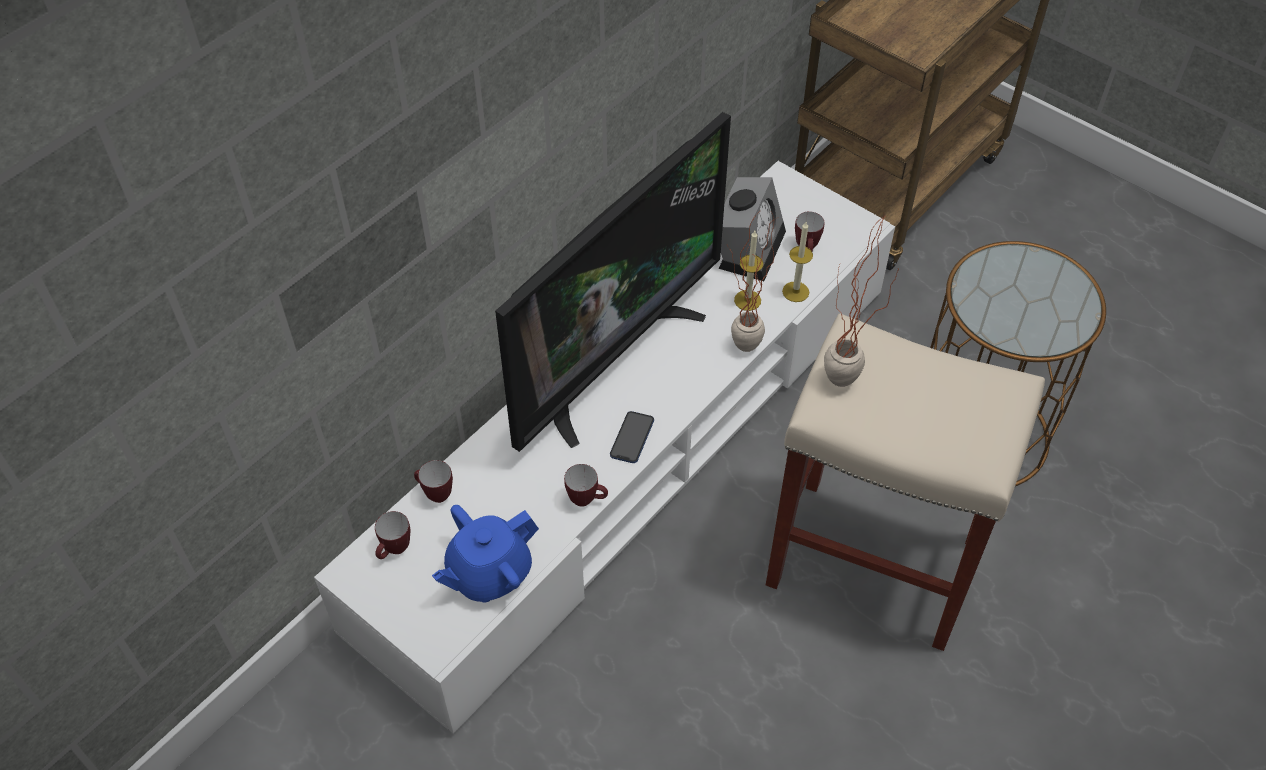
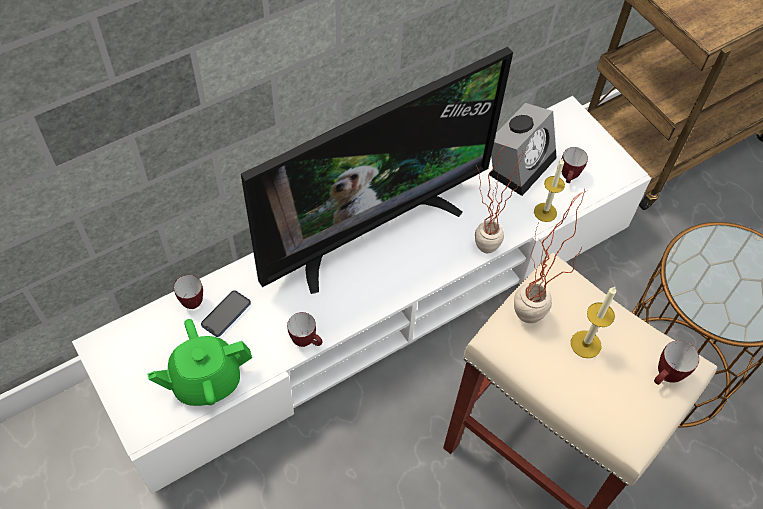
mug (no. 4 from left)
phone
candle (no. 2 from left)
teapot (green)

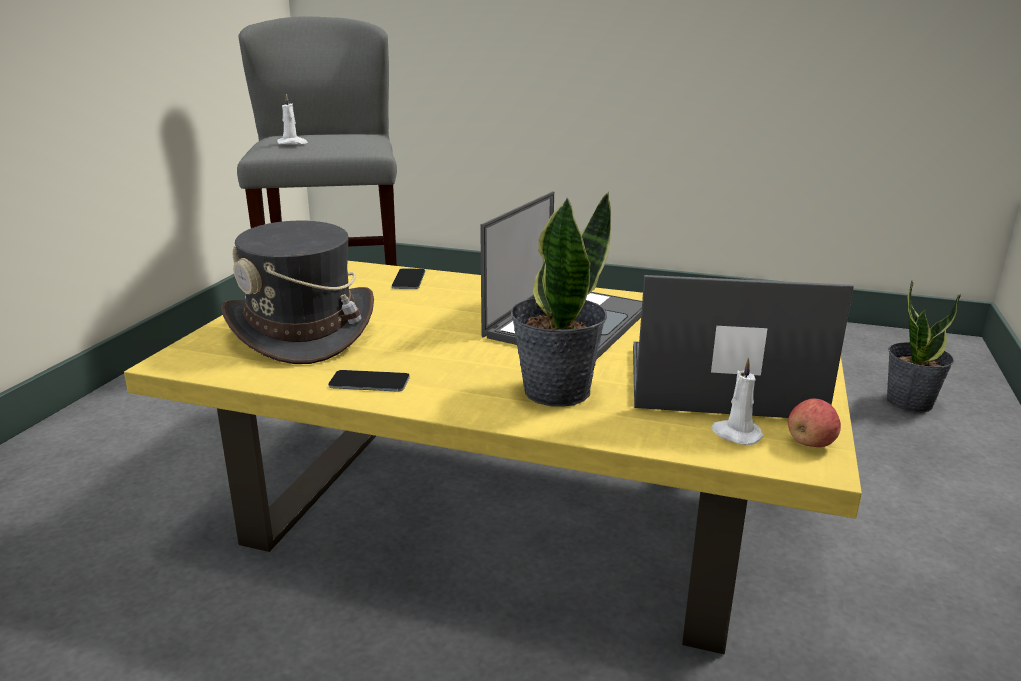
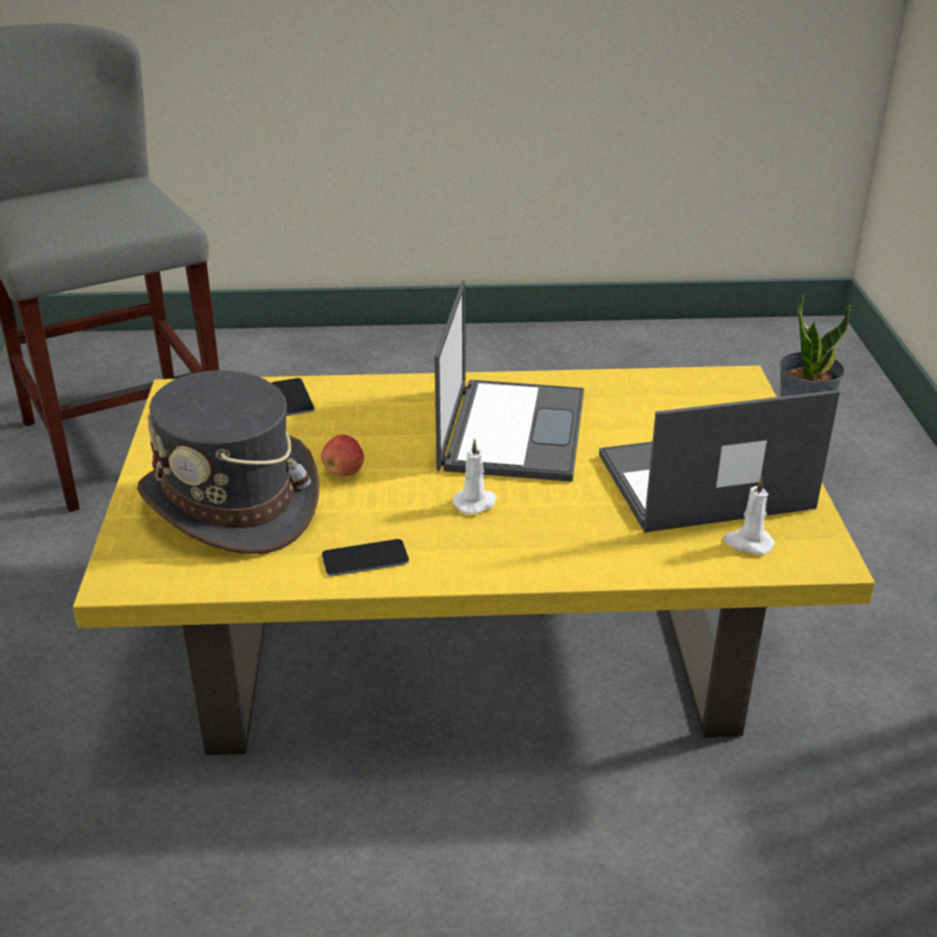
potted plant (no. 1 from left in the first image)
candle (white) (no. 1 from left)
apple

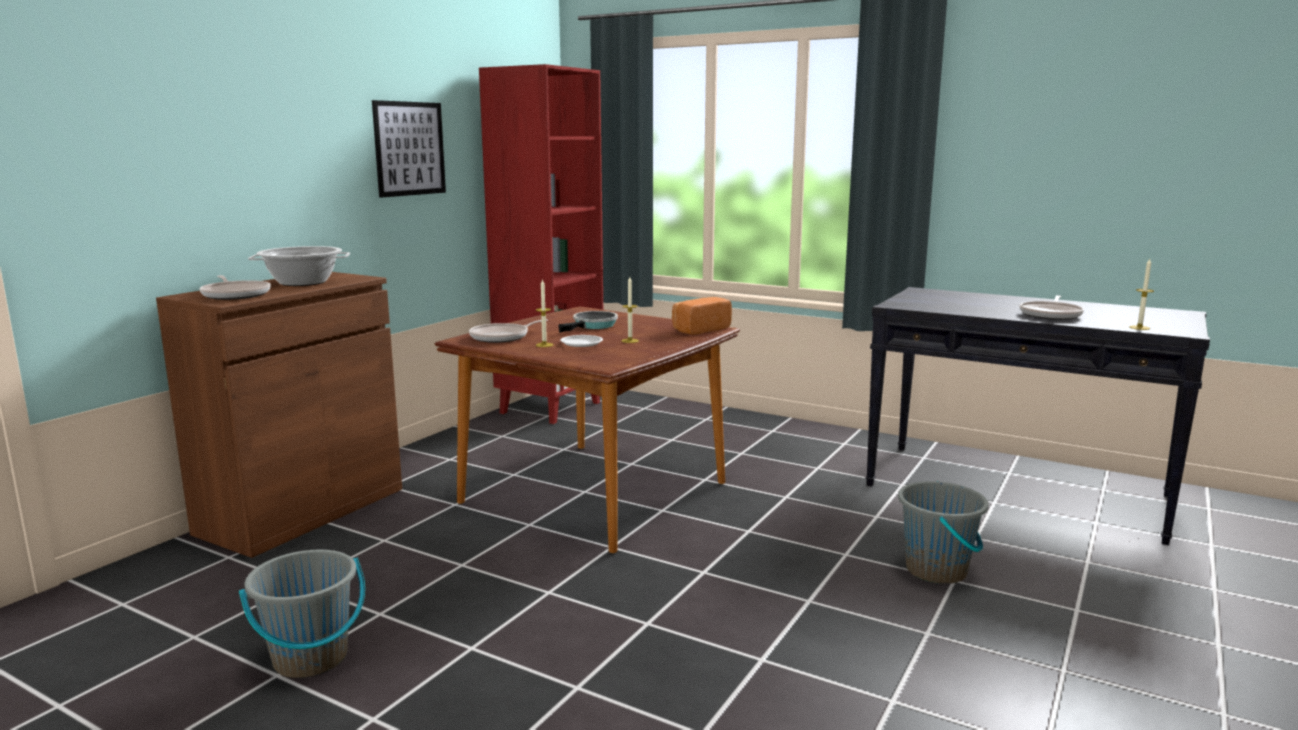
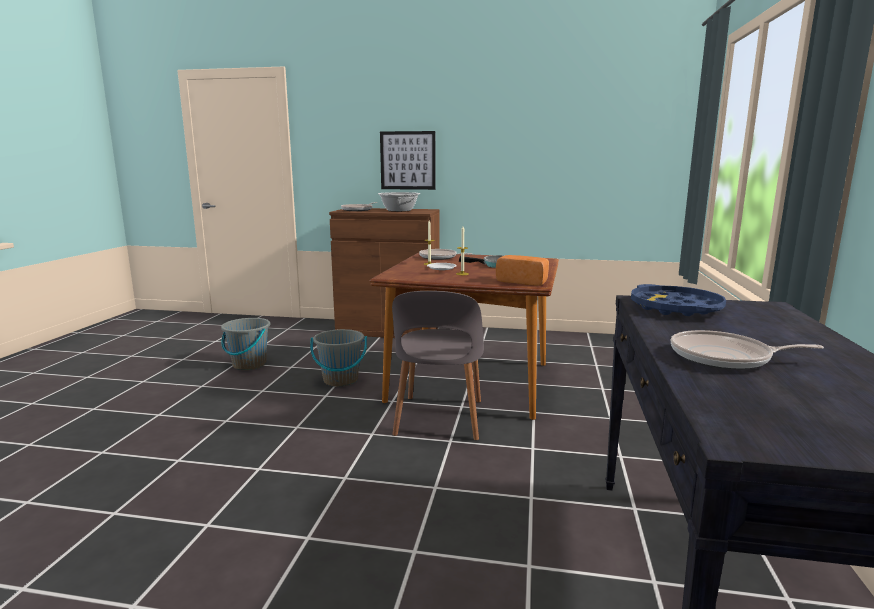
bookcase (red)
candle (no. 3 from left in the first image)
chair (grey)
tray (blue)
picture
bucket (grey) (no. 2 from left)

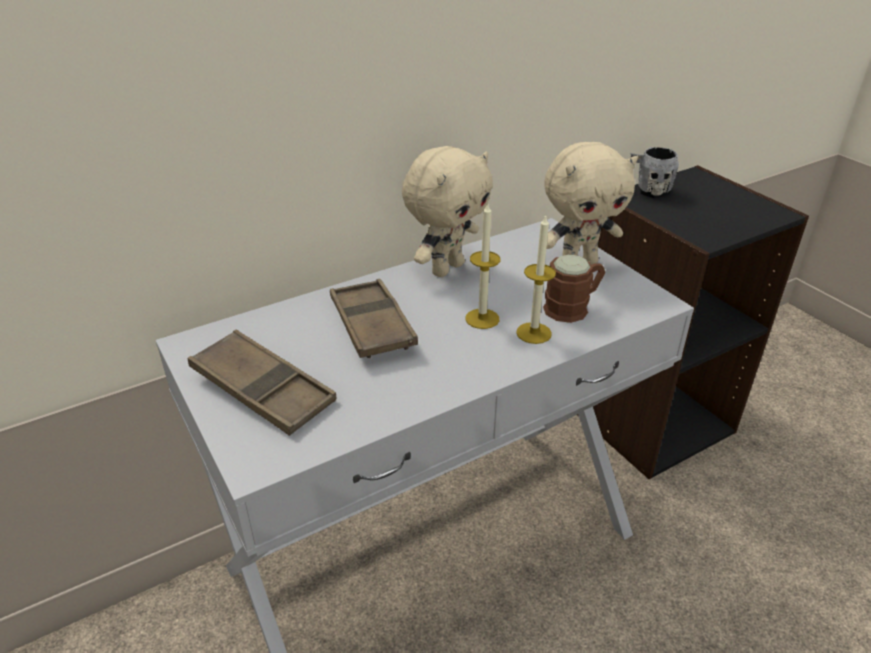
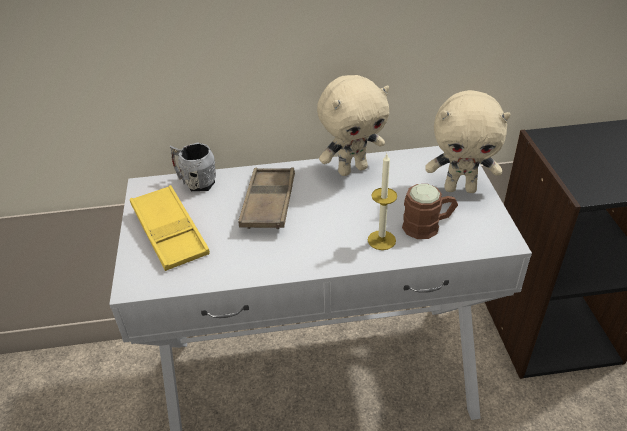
candle (no. 1 from left in the first image)
mug (grey)
tray (yellow)

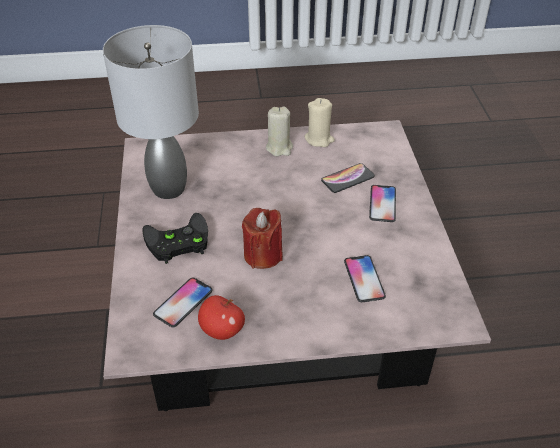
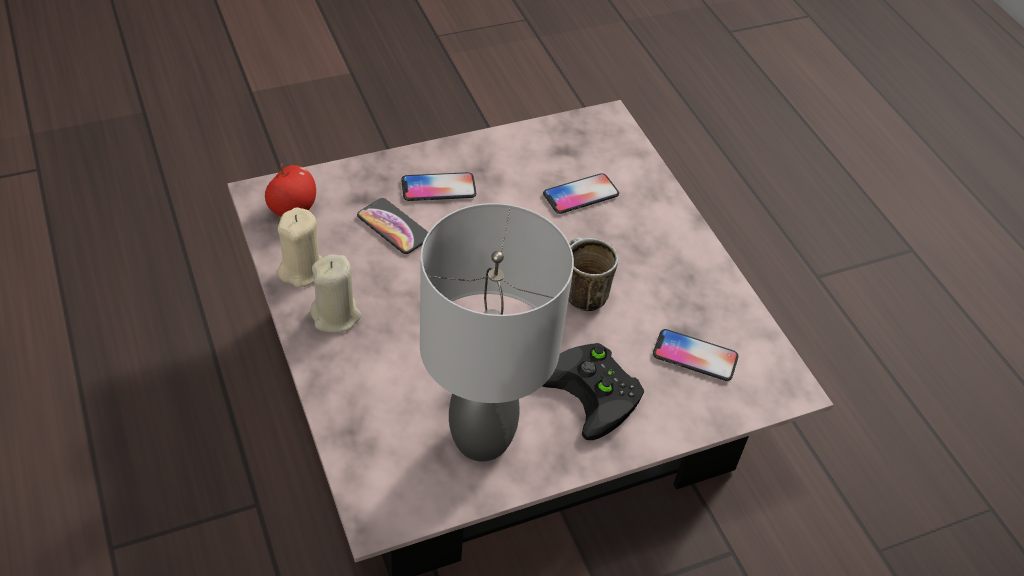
apple
mug

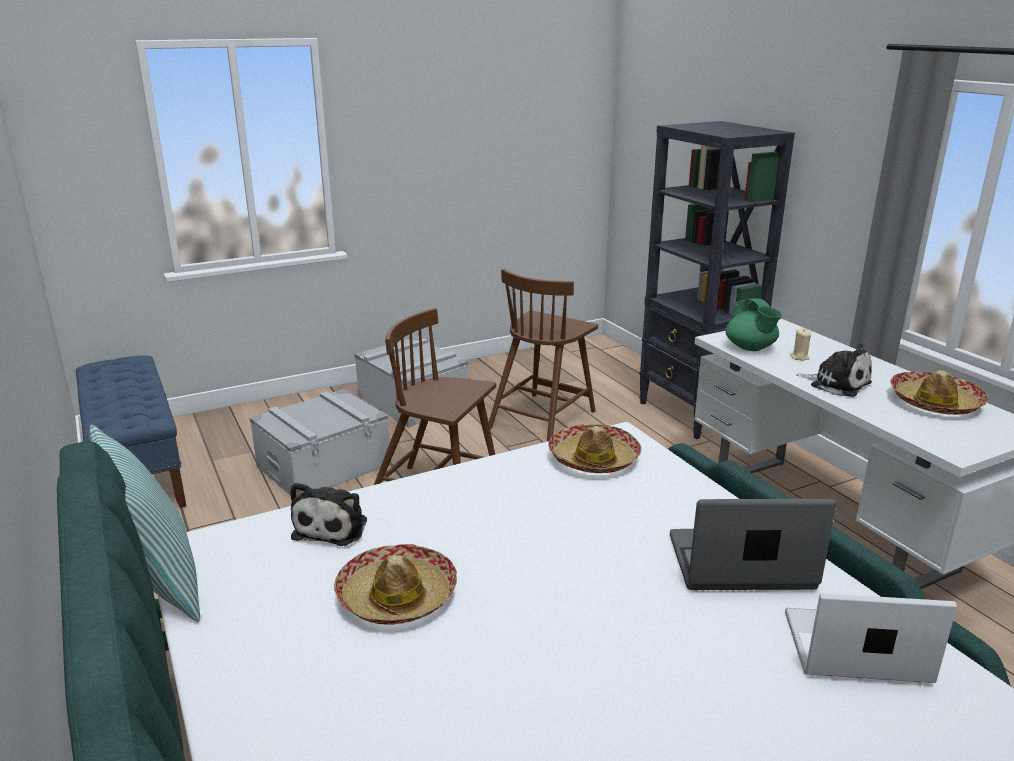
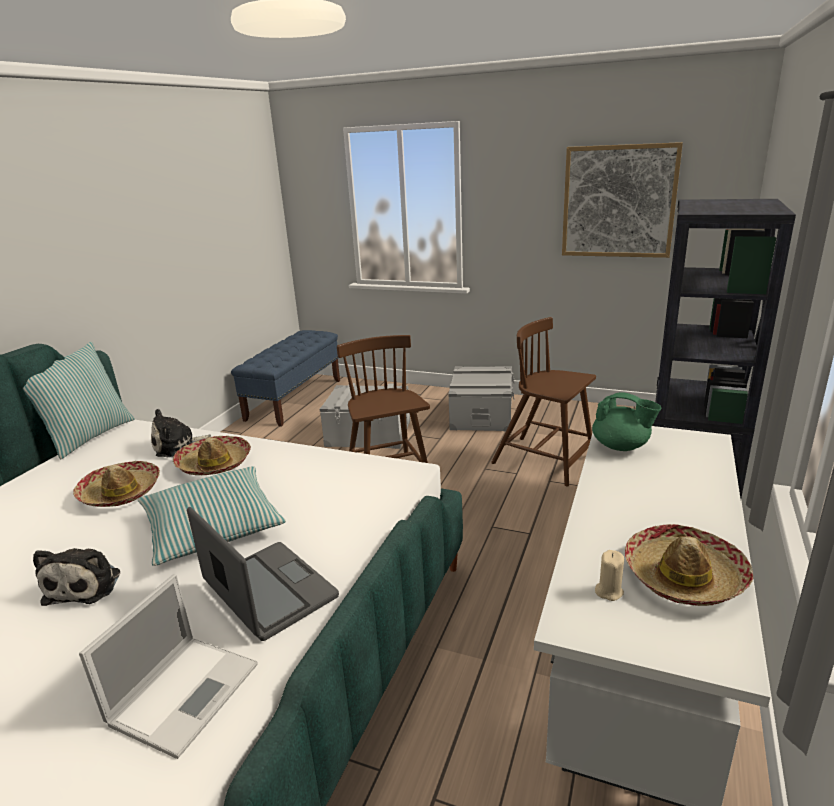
pillow (no. 2 from left)
picture
hat (no. 2 from left)
candle (beige)
plush toy (no. 1 from left)
chair (brown) (no. 2 from left)
teapot (green)
laptop (no. 1 from left)

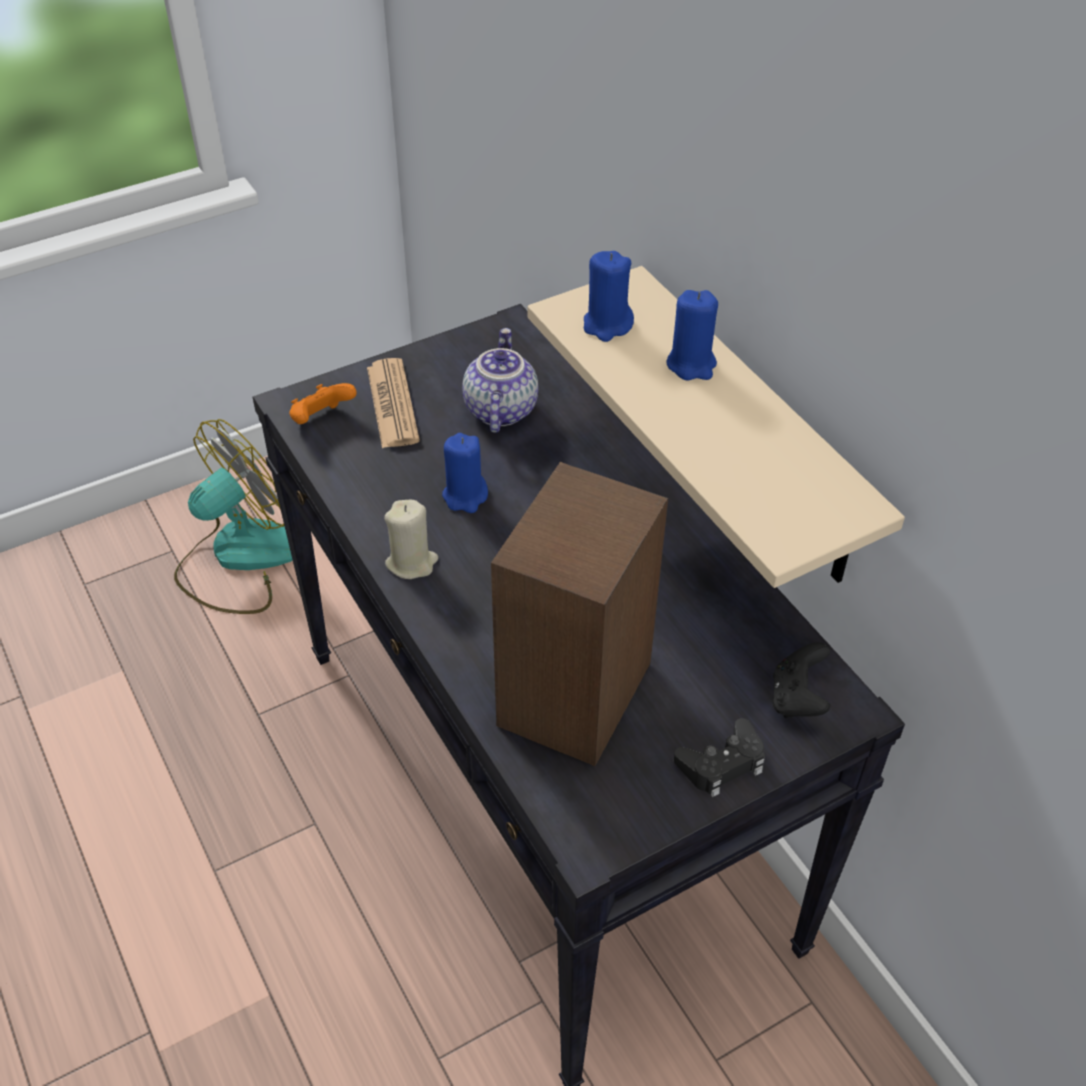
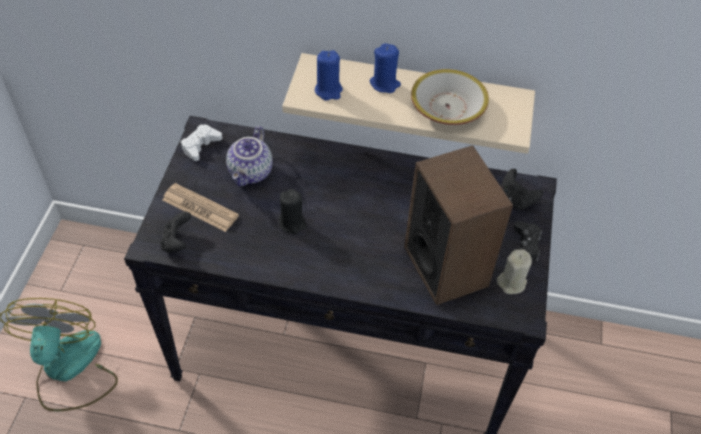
game controller (white)
bowl
candle (beige)
game controller (black) (no. 1 from left)
candle (black)
teapot

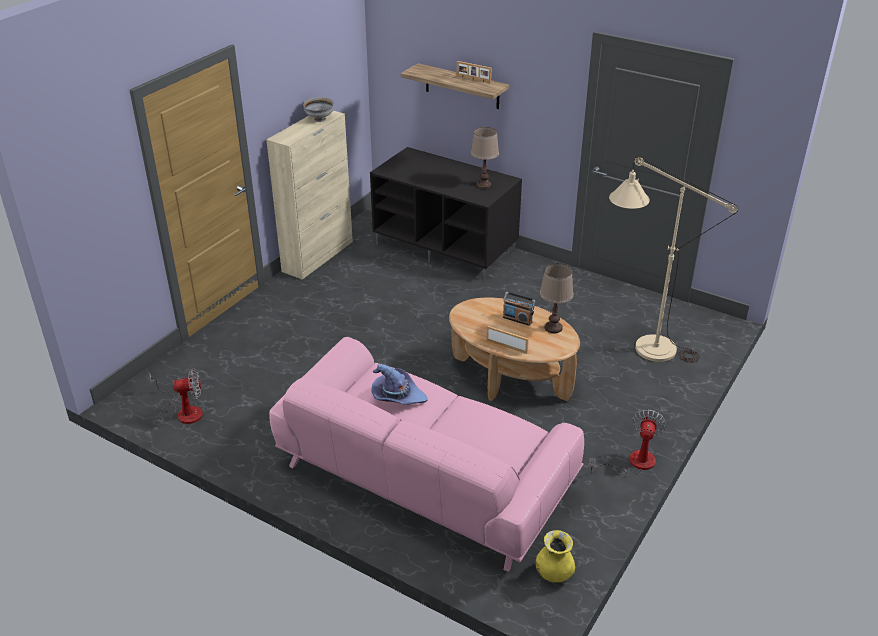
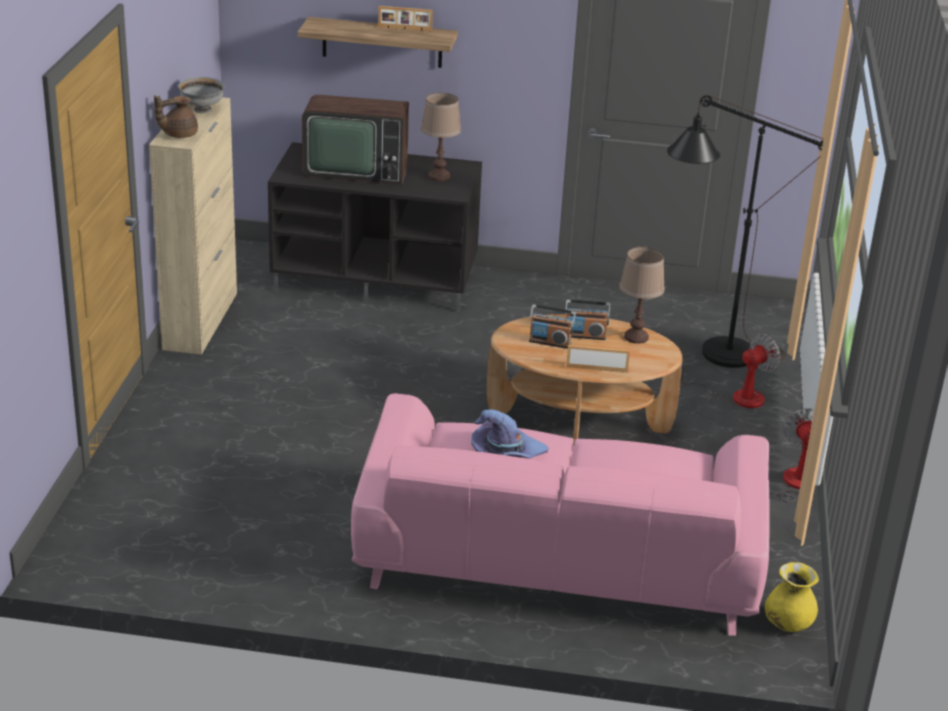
teapot (brown)
television
radio (no. 1 from left)
fan (no. 1 from left)
floor lamp (black)

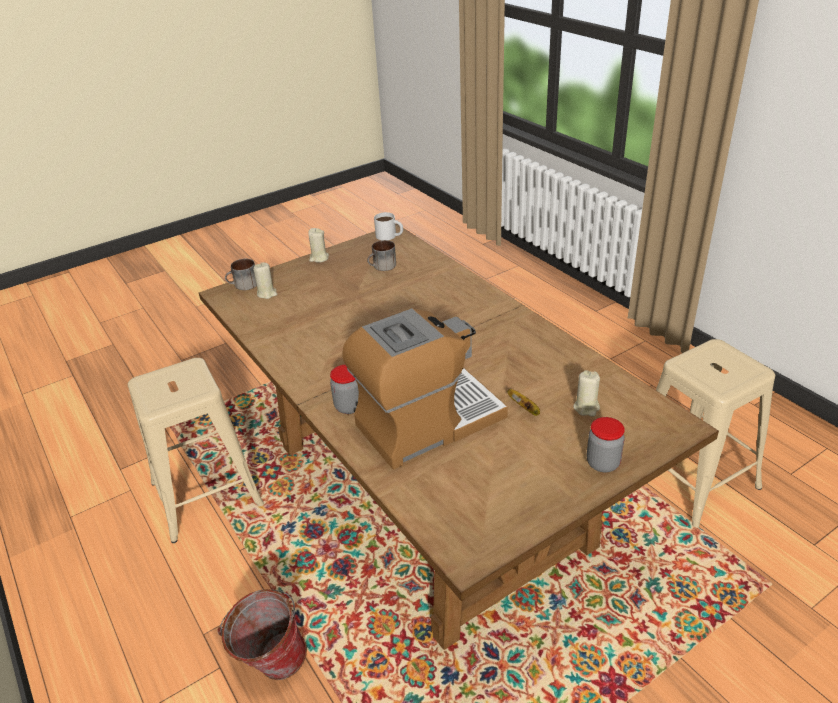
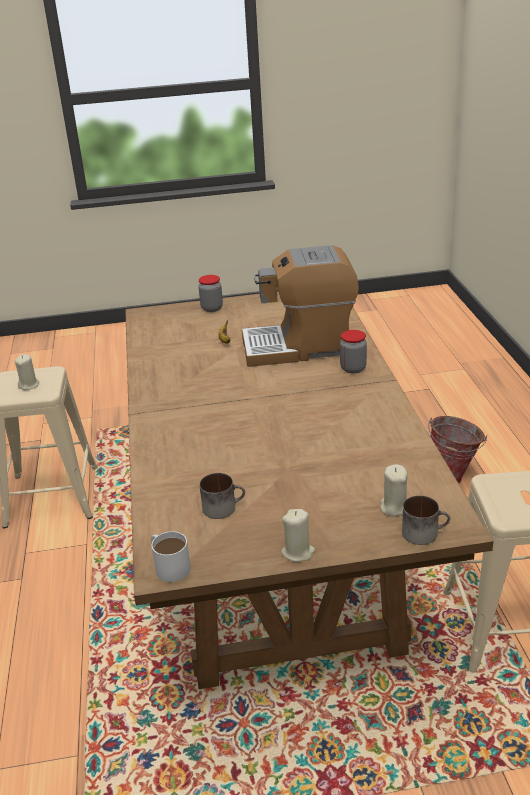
candle (beige) (no. 1 from left)

